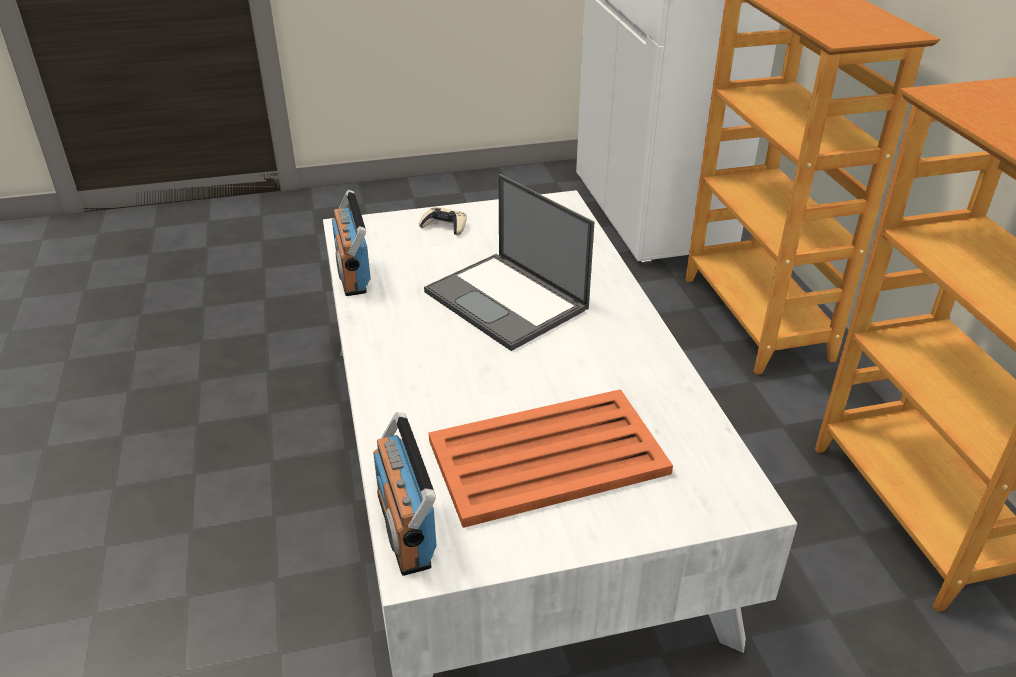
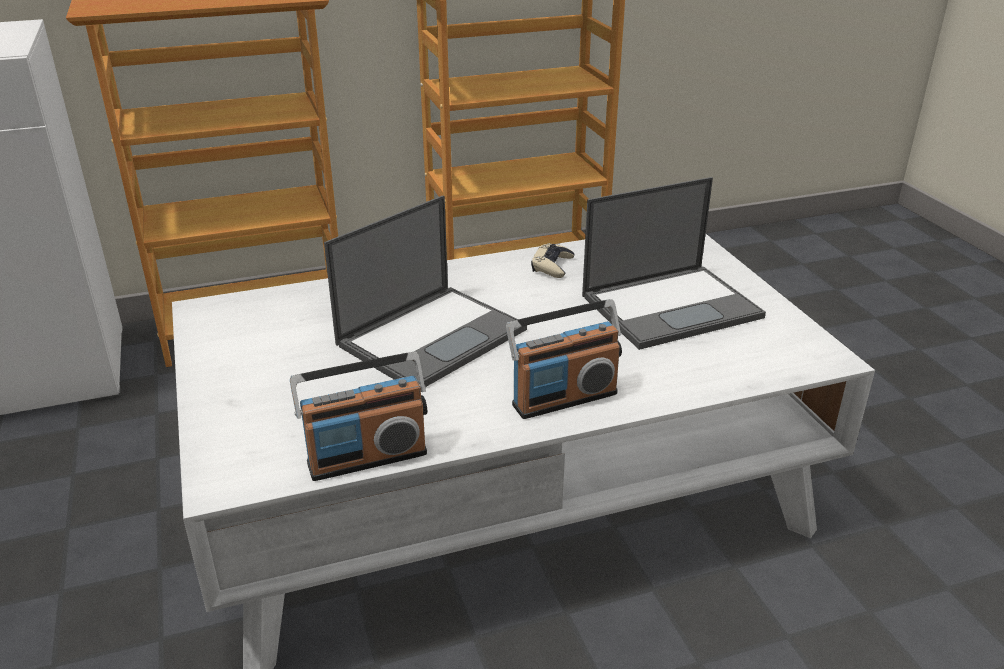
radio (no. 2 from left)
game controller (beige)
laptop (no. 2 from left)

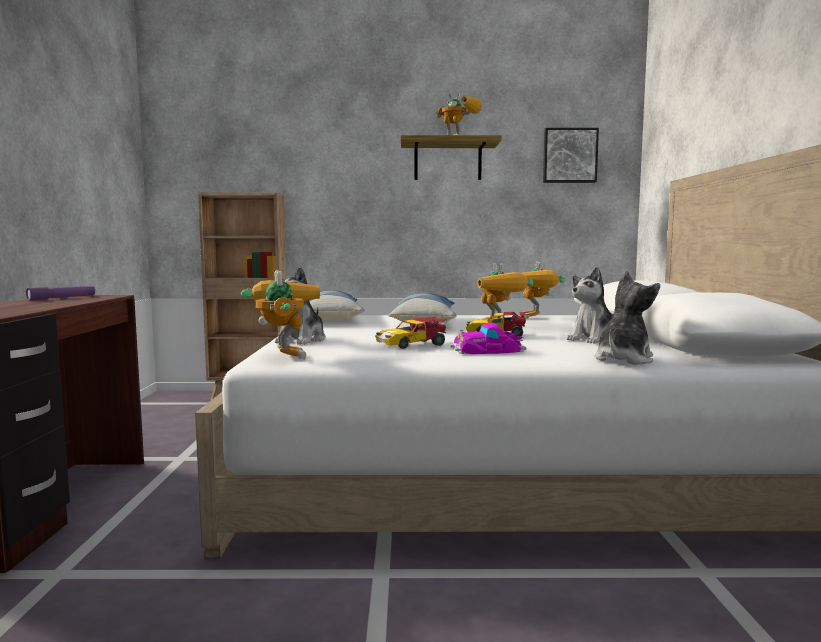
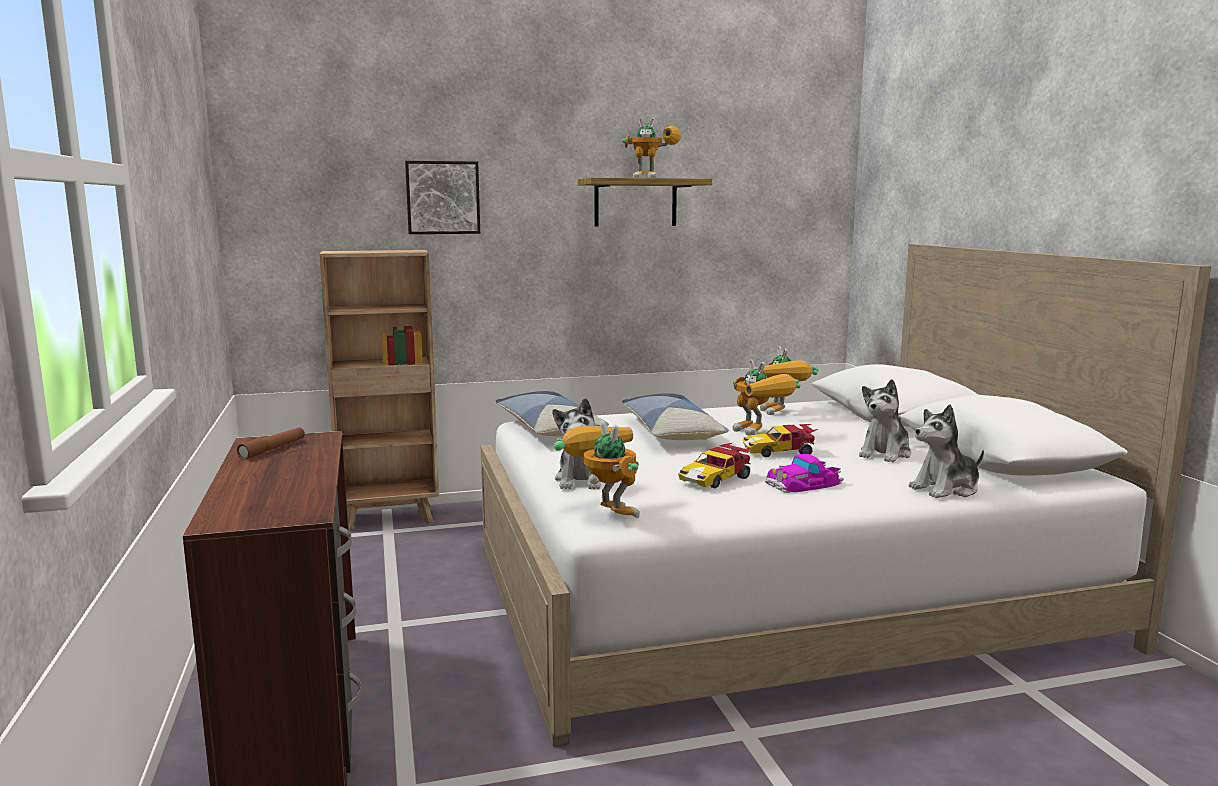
picture
flashlight (brown)
plush toy (no. 3 from left)

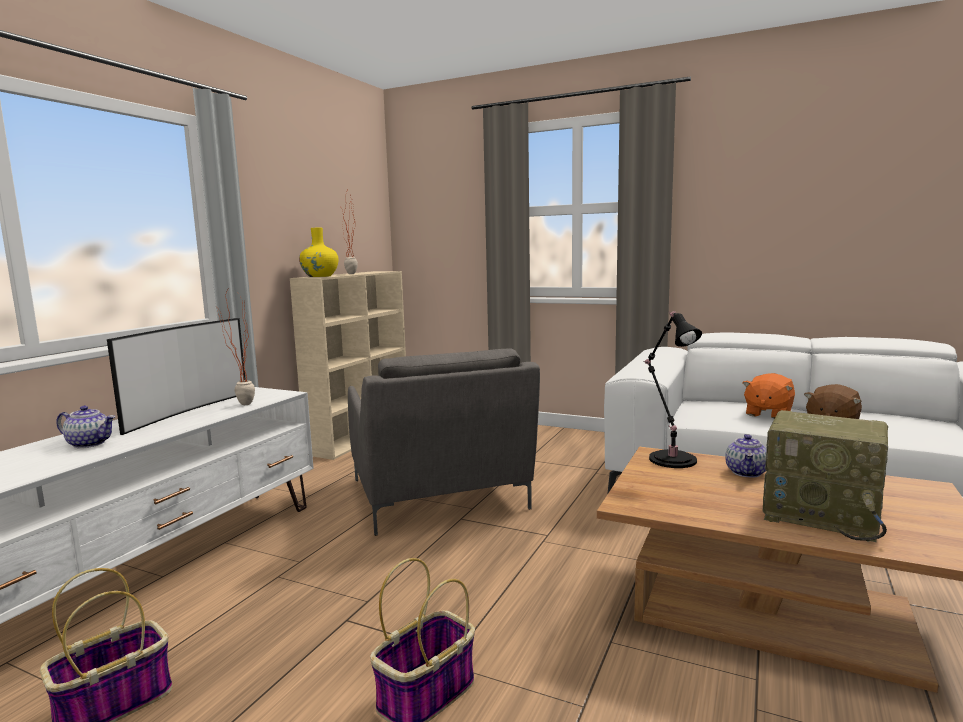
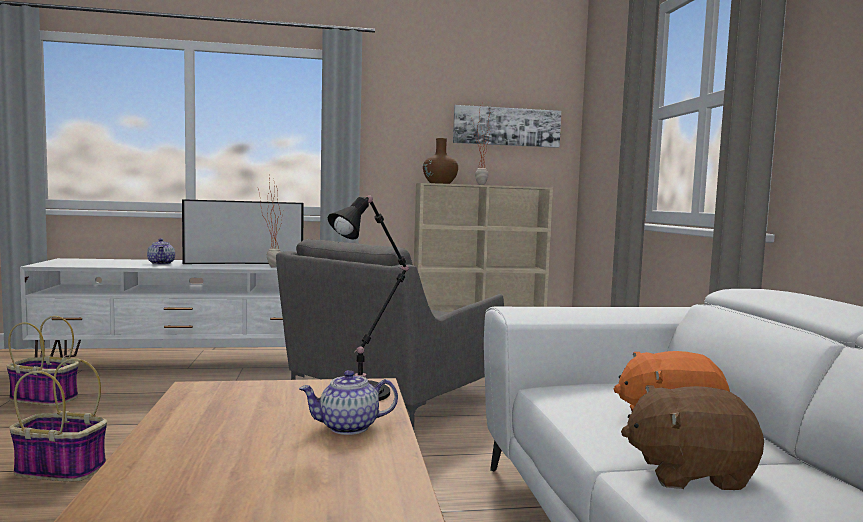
radio
picture
vase (brown)

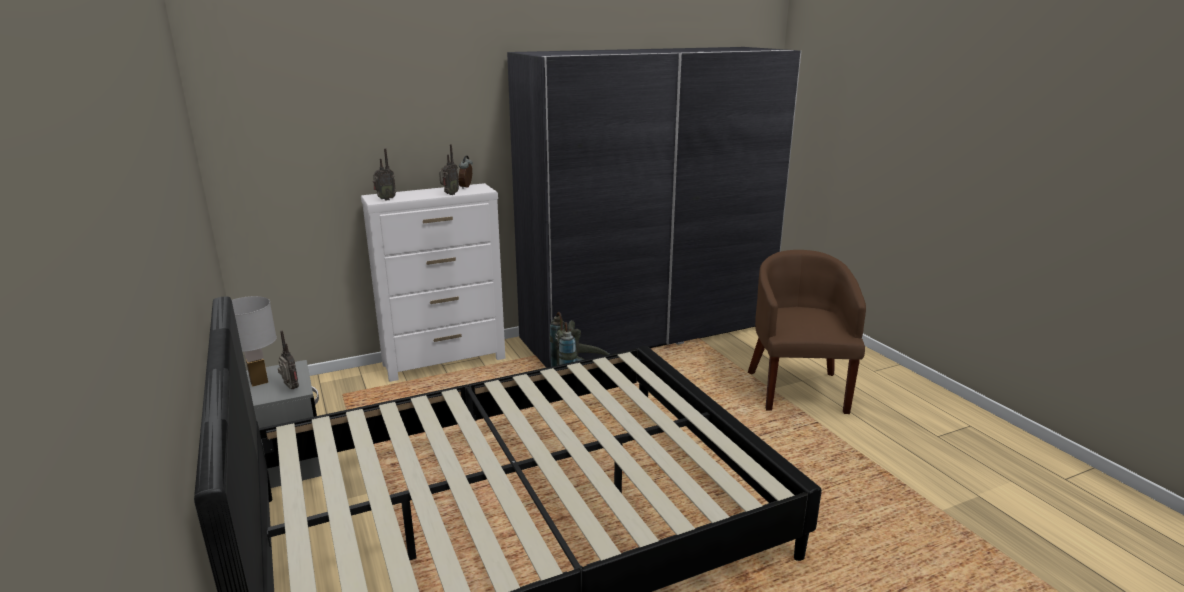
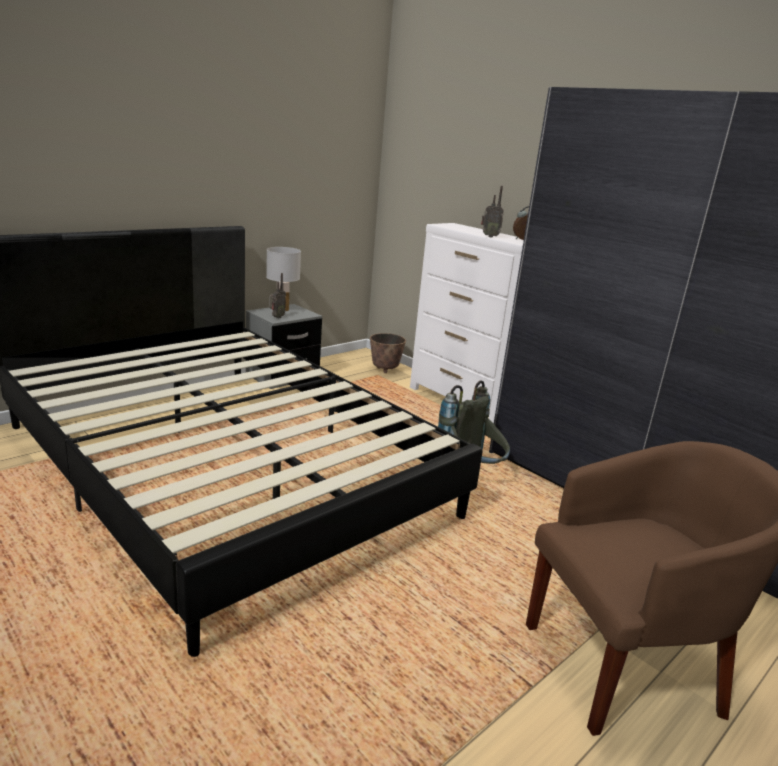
radio (no. 2 from left in the first image)
planter

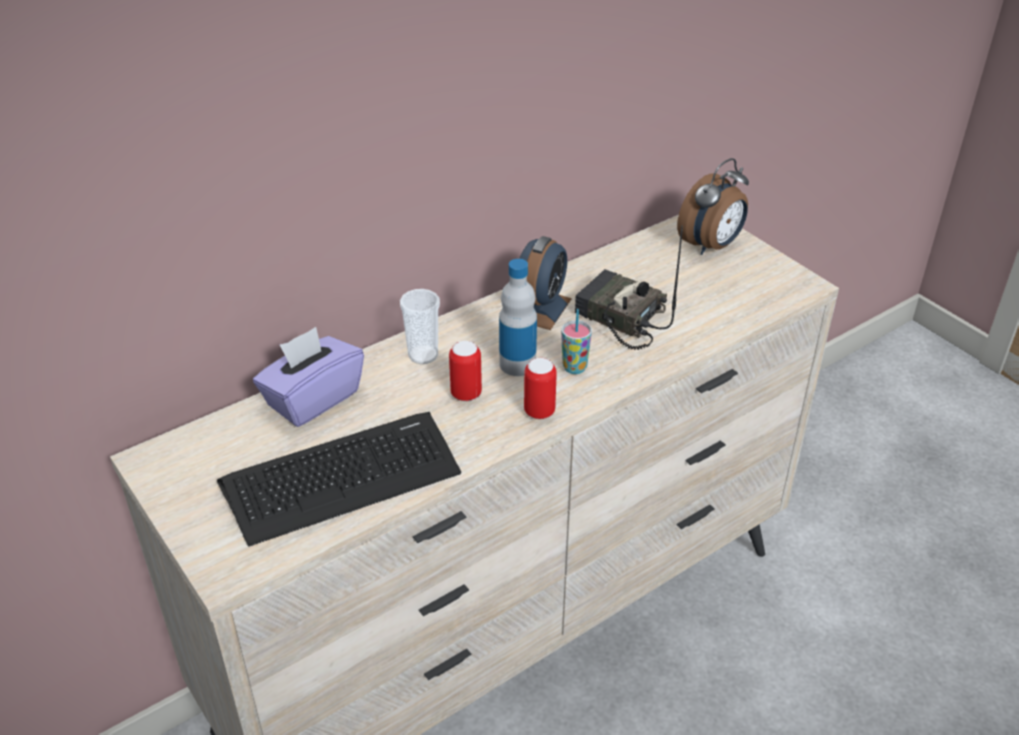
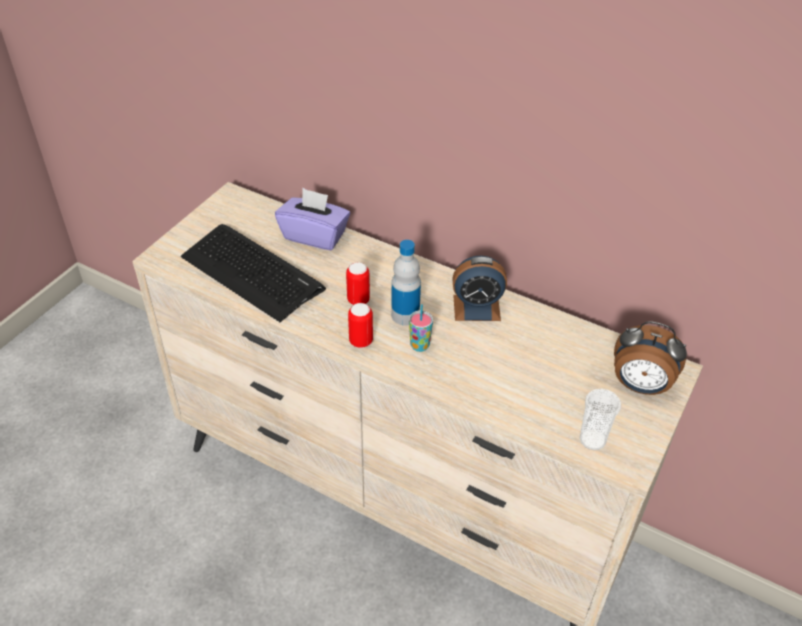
radio
cup (no. 2 from left)

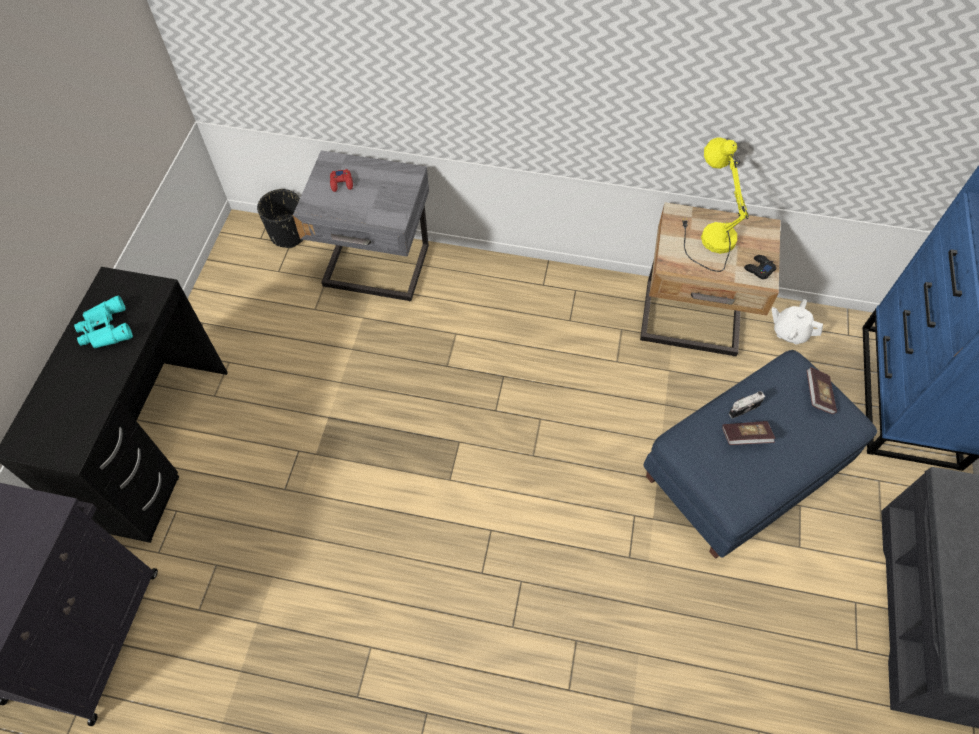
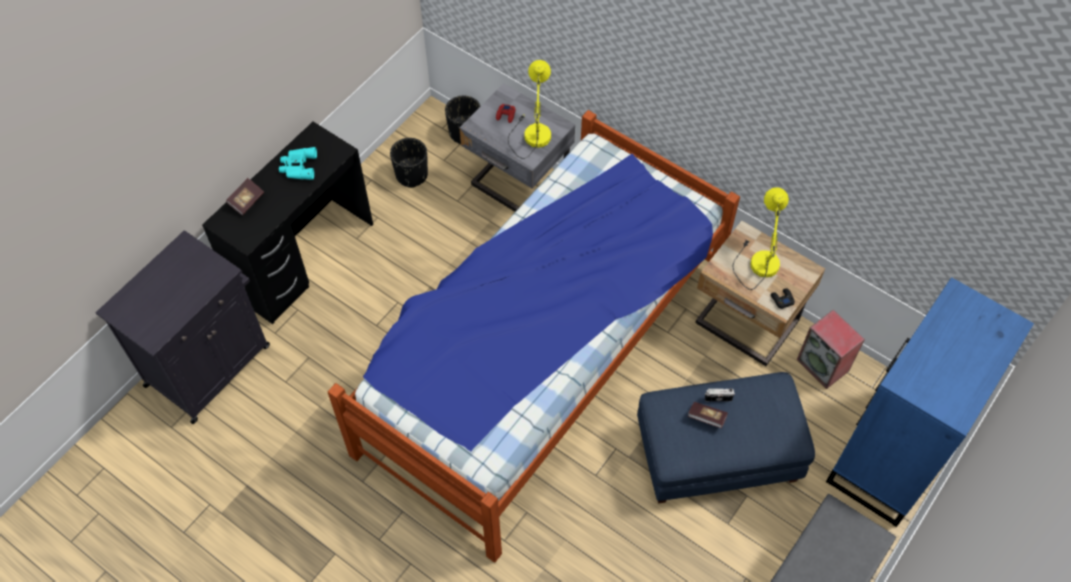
bed
planter (black) (no. 1 from left)
table lamp (yellow) (no. 1 from left)
book (no. 1 from left)
speaker

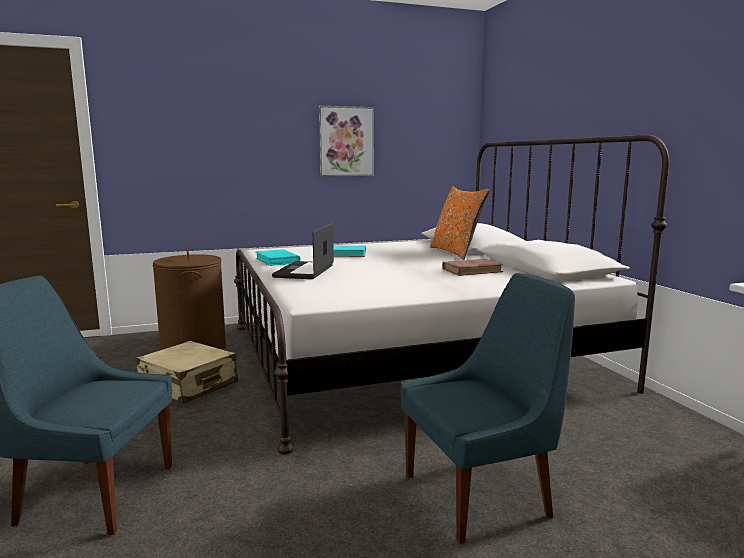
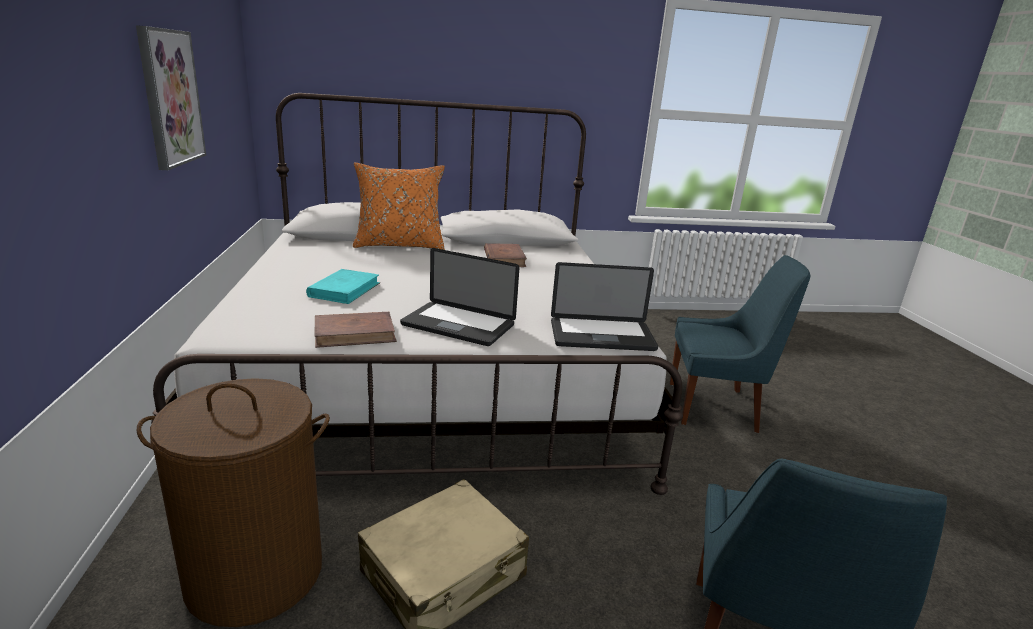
laptop (no. 2 from left)
book (brown) (no. 1 from left)
chair (blue) (no. 1 from left)

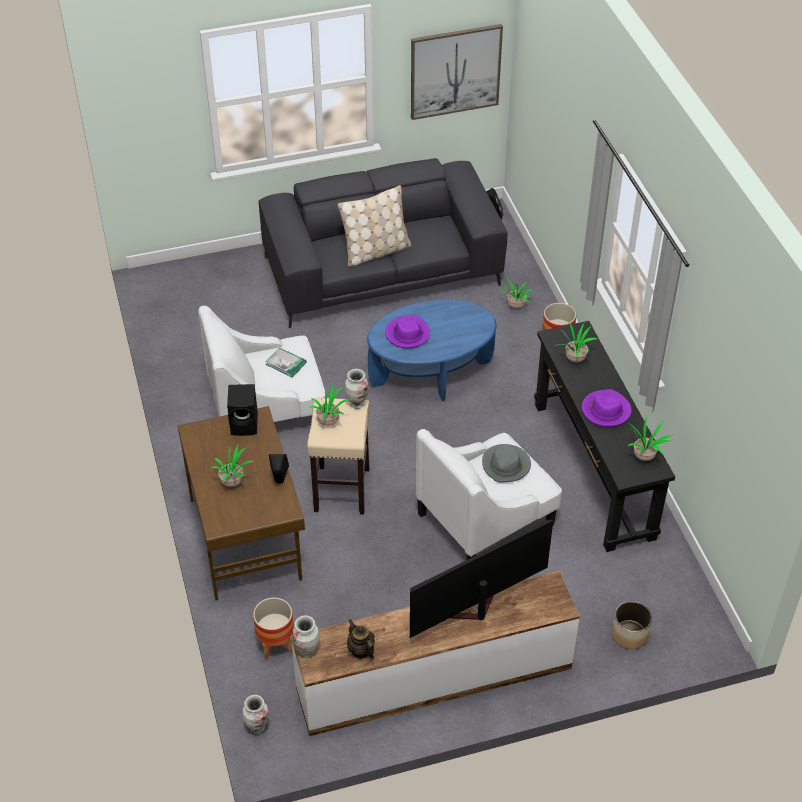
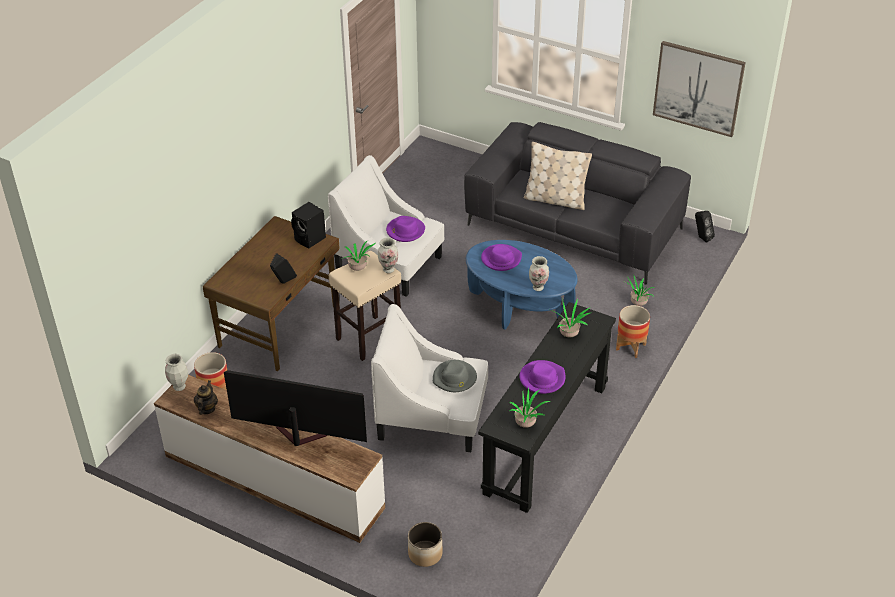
potted plant (no. 1 from left in the first image)
vase (no. 3 from left)
hat (purple) (no. 1 from left)

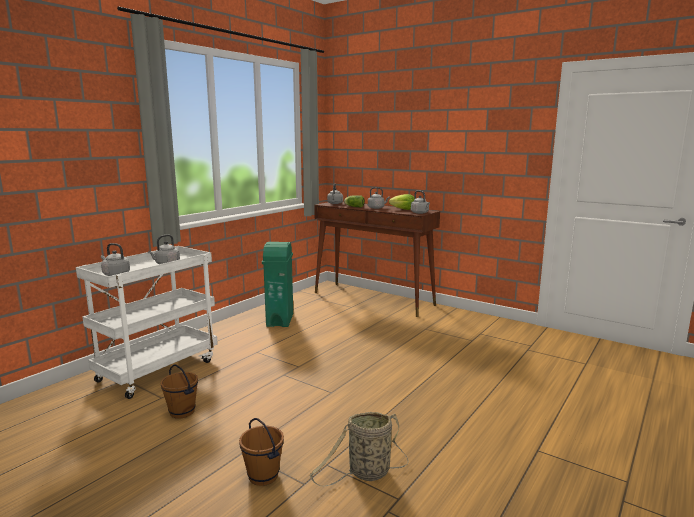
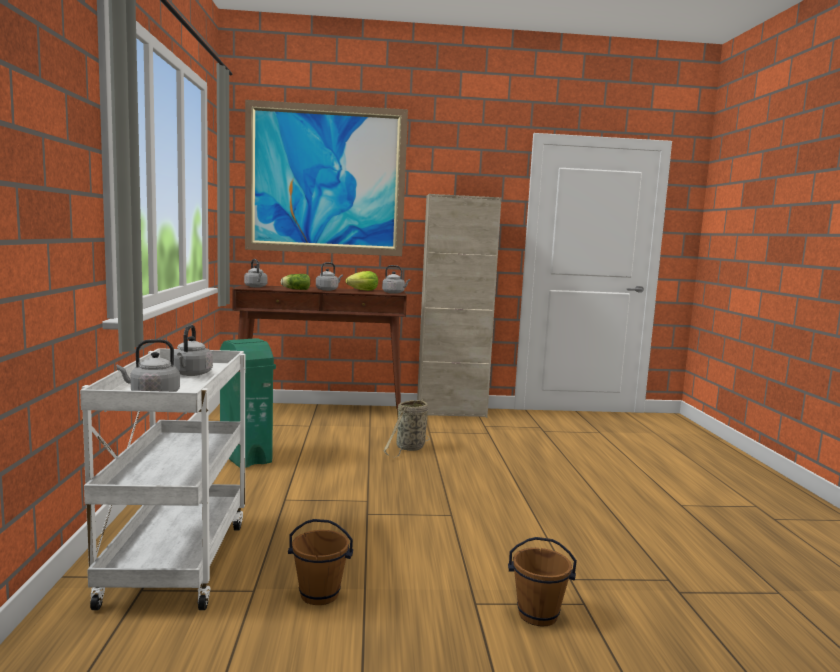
picture
cabinet (beige)
basket

